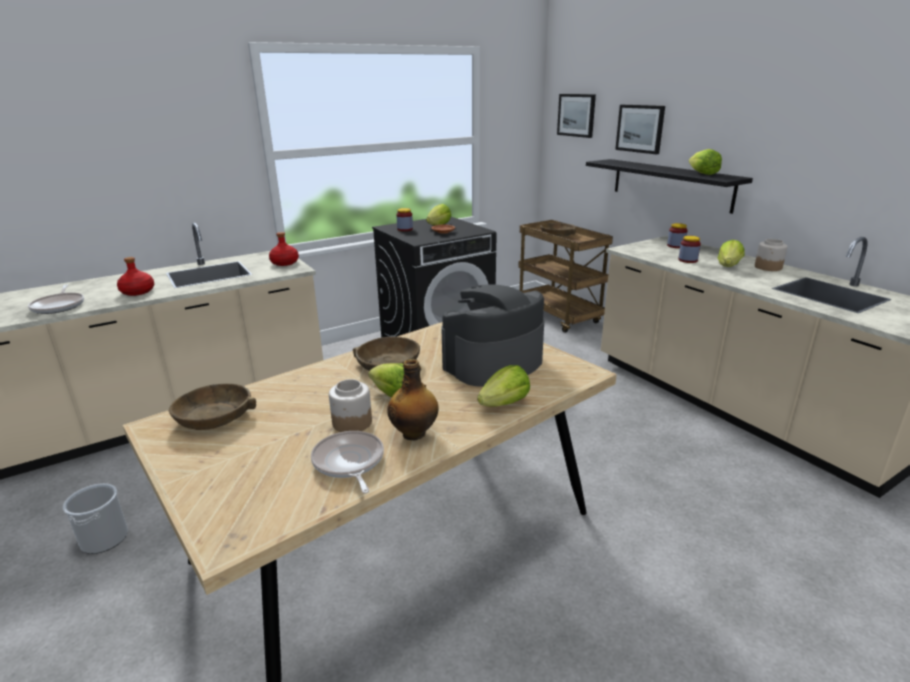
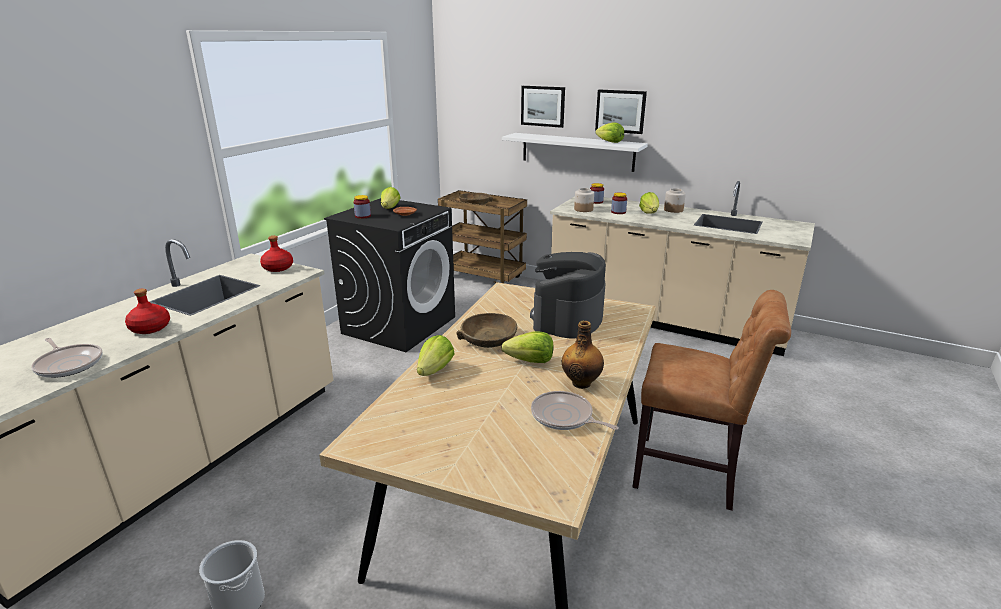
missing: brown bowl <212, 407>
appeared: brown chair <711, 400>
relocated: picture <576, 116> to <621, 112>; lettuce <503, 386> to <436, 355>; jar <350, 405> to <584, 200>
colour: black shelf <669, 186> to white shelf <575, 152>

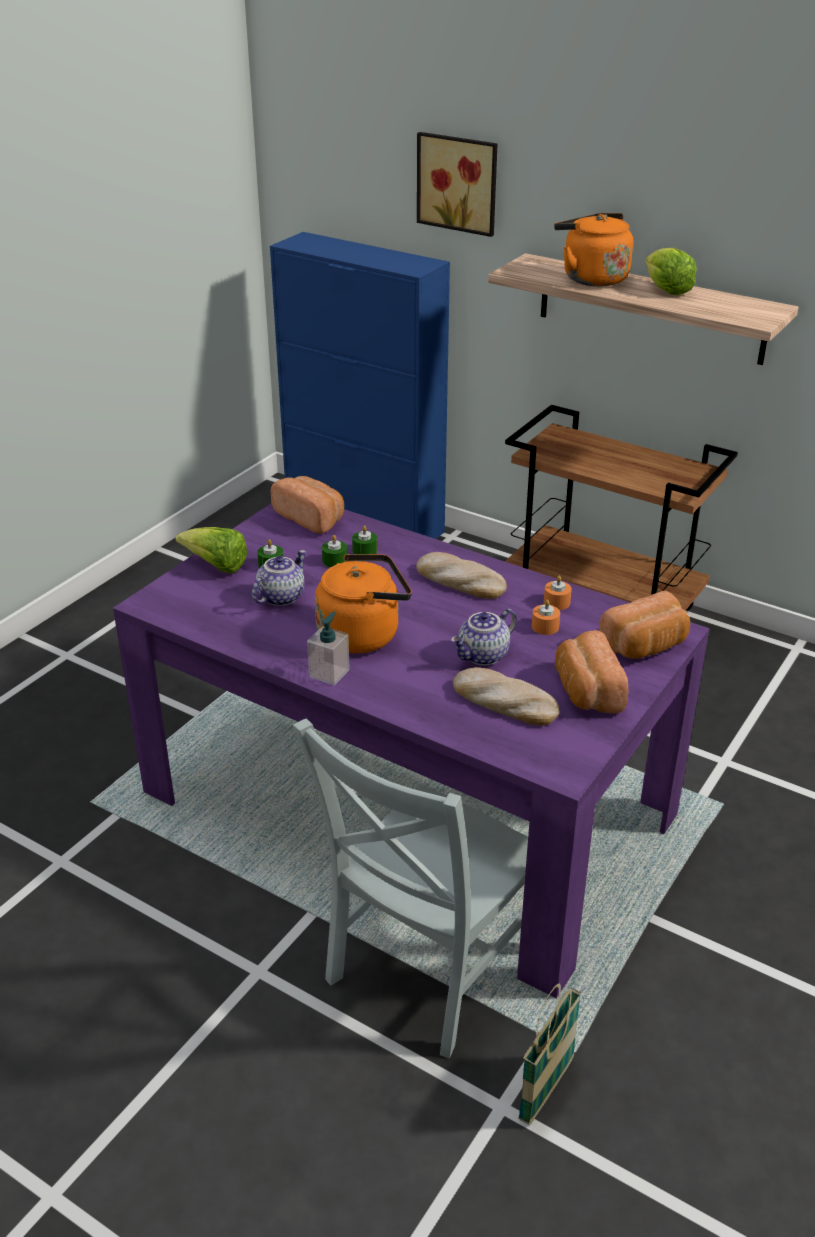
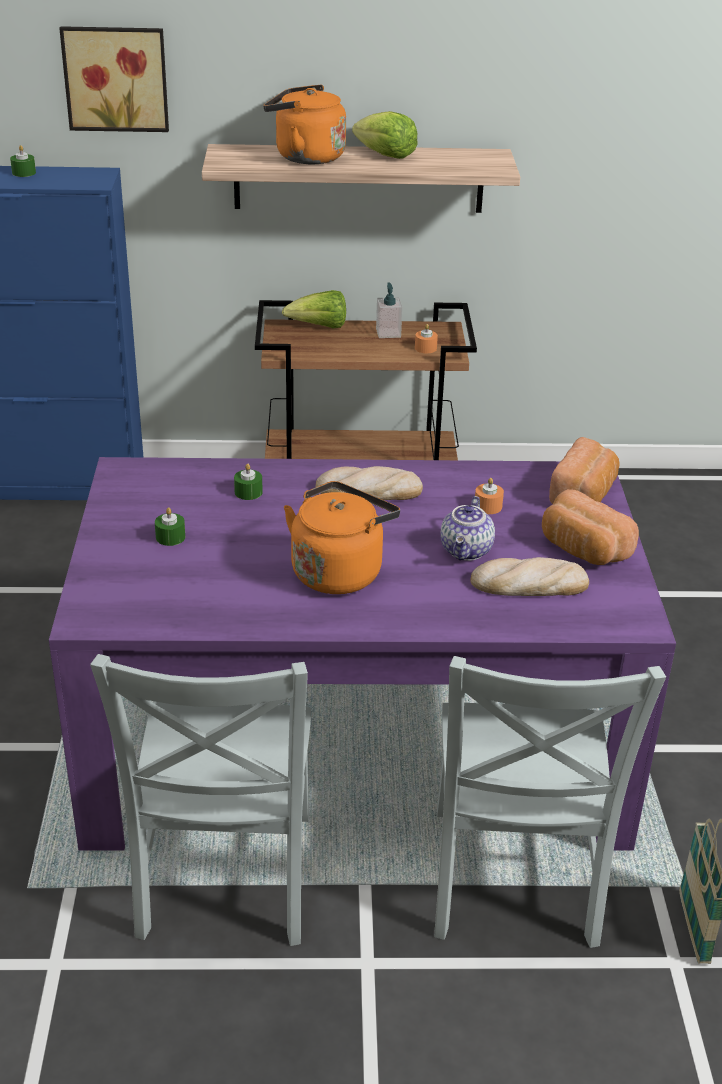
missing: bread <307, 505>; teapot <279, 578>
appeared: grey chair <200, 800>
relocated: lettuce <211, 550> to <314, 309>; green candle <334, 551> to <23, 161>; orange candle <558, 593> to <426, 338>; soap dispenser <328, 649> to <389, 310>

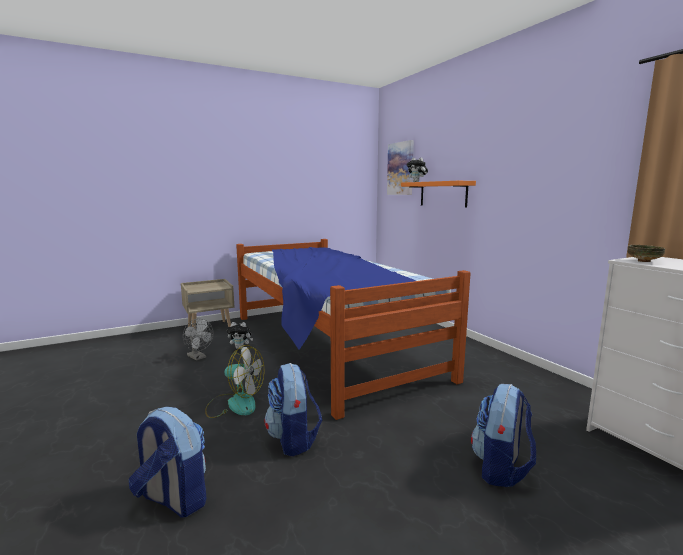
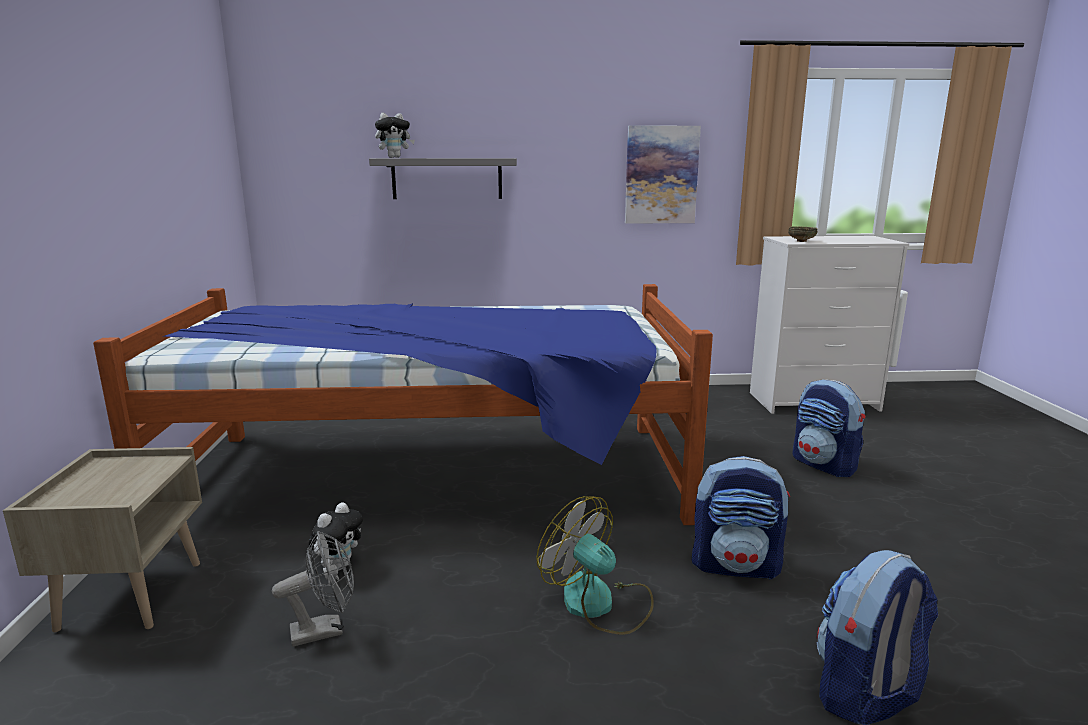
relocated: picture <400, 167> to <663, 175>
colour: orange shelf <438, 194> to grey shelf <443, 178>
spun: fan <235, 381> = <595, 565> 90 degrees counterclockwise

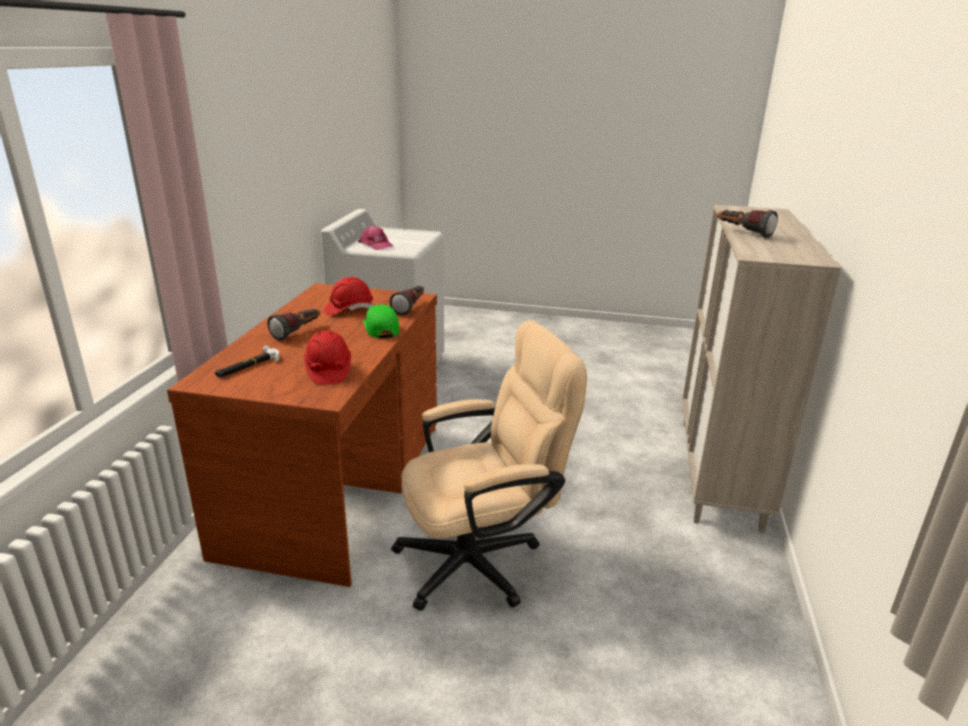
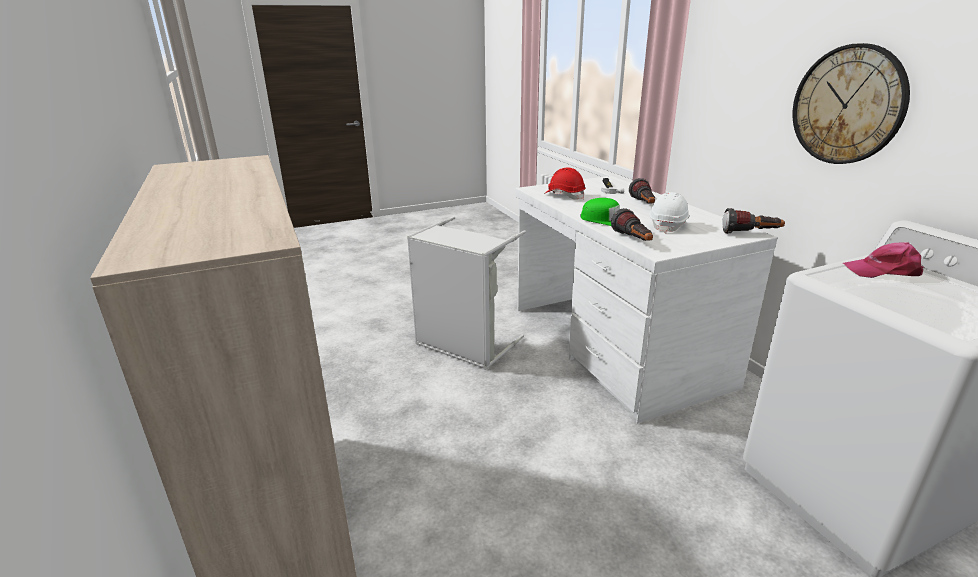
appeared: wall clock <851, 103>
relocated: flashlight <747, 224> to <753, 221>
exchanged: beige office chair <489, 465> to grey laundry basket <466, 293>
colour: red hard hat <348, 296> to white hard hat <669, 212>; brown desk <302, 435> to white desk <647, 299>

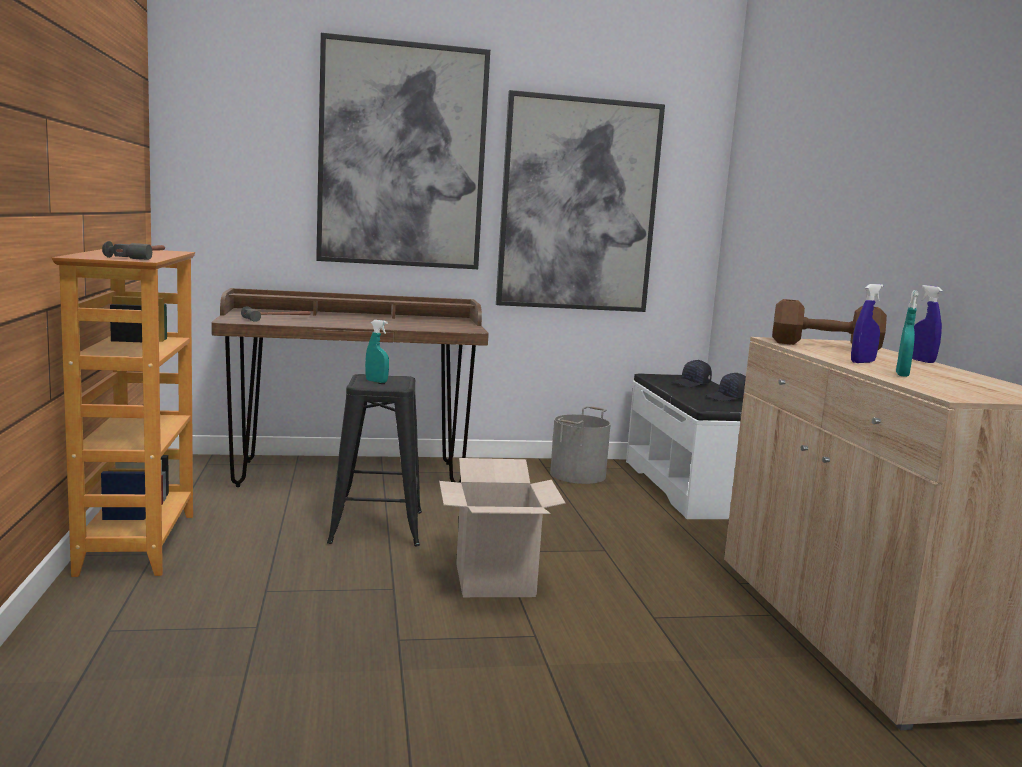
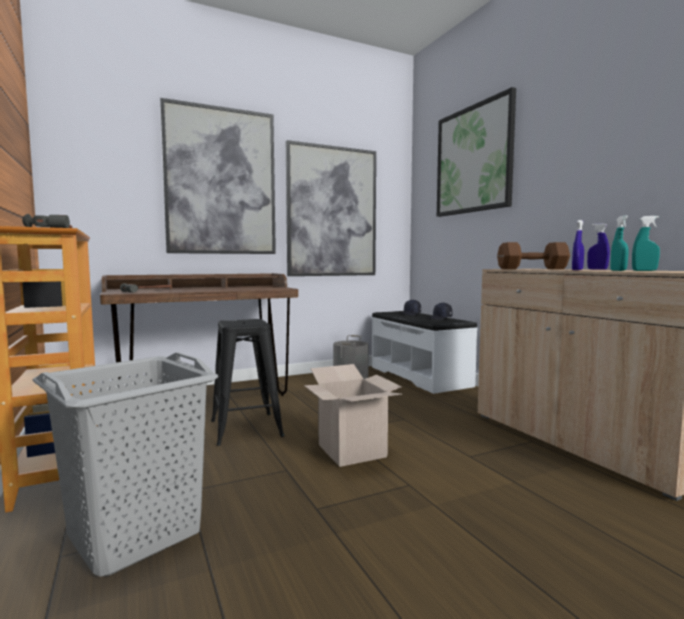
appeared: picture <476, 152>; grey laundry basket <125, 464>
relocated: turquoise spray bottle <377, 351> to <646, 243>

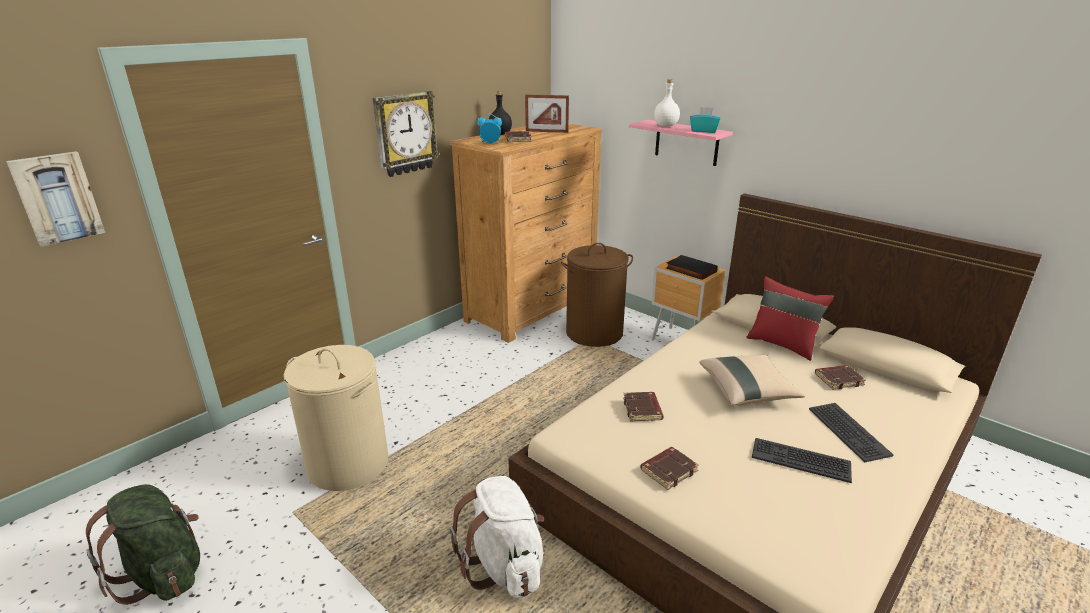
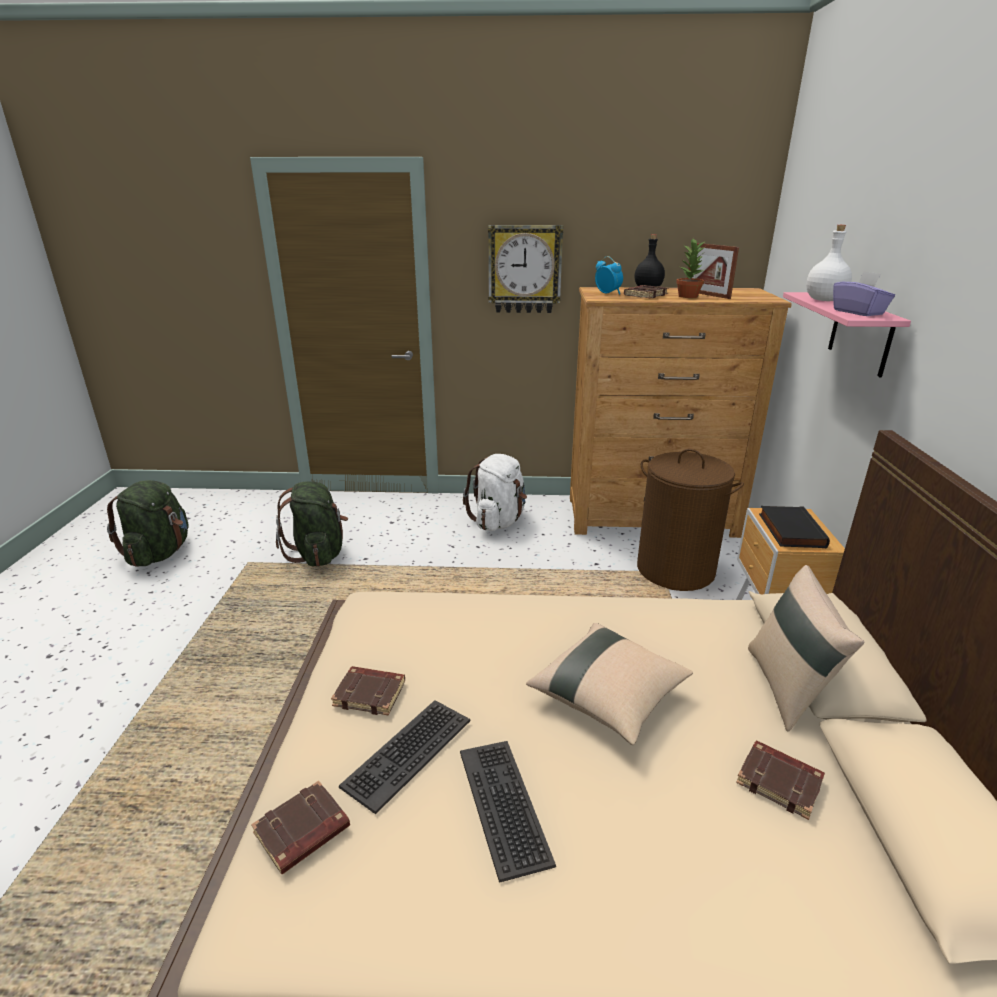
missing: picture <55, 199>
appeared: potted plant <691, 268>
relocated: brown book <643, 406> to <300, 827>; keyboard <851, 432> to <404, 757>; white backpack <497, 537> to <495, 492>
exchanged: beige laundry basket <336, 418> to green backpack <312, 524>
colour: turquoise tissue box <705, 120> to purple tissue box <864, 293>; red pillow <790, 318> to beige pillow <806, 648>

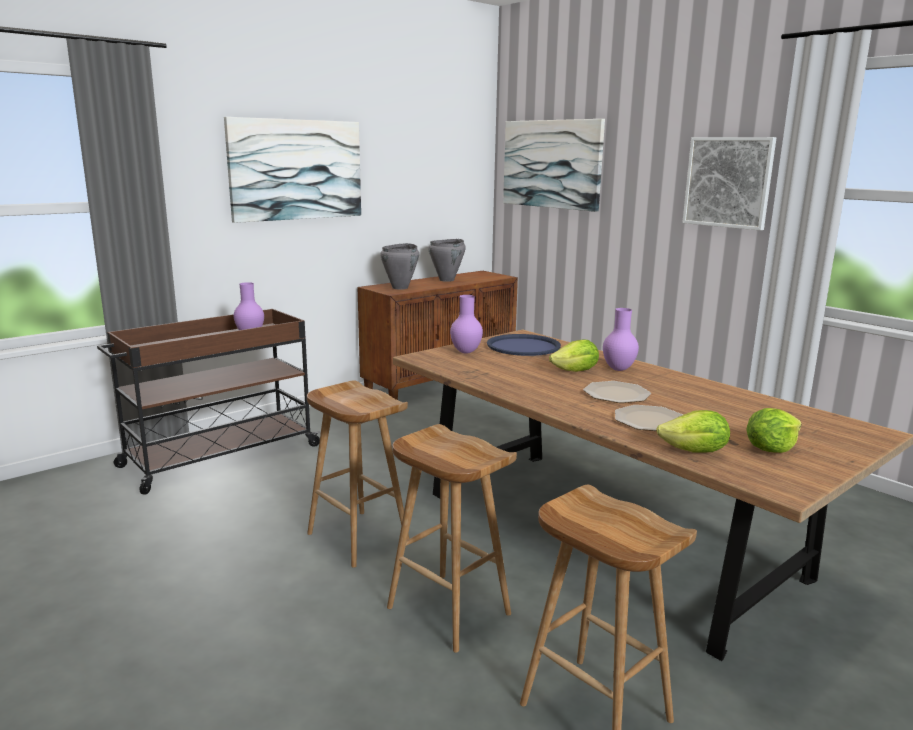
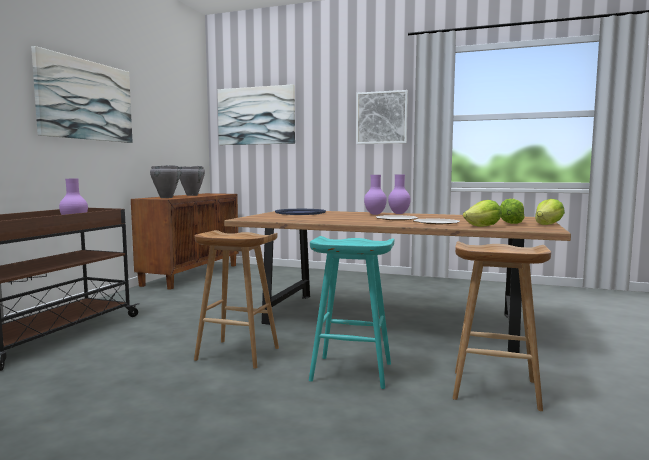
relocated: purple vase <466, 324> to <399, 194>; lettuce <574, 355> to <550, 212>
colour: brown stool <452, 538> to turquoise stool <351, 312>

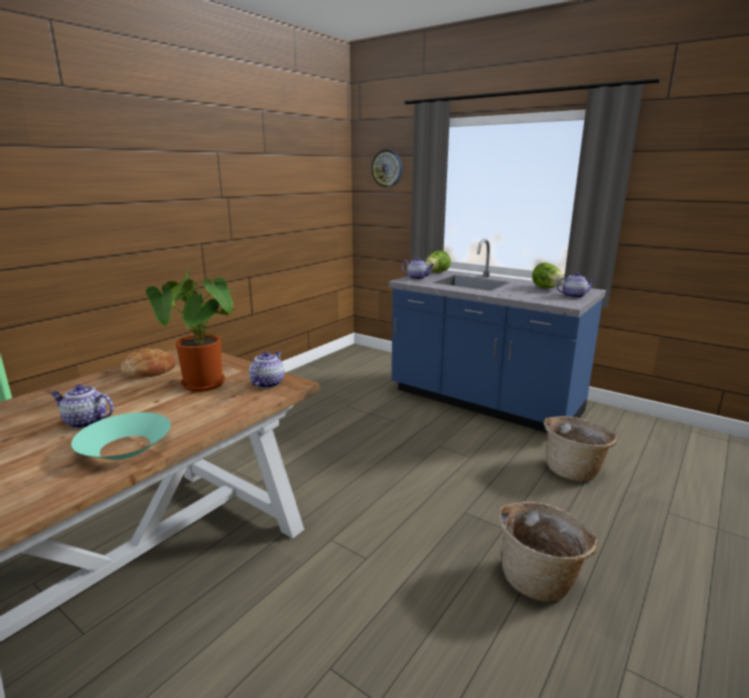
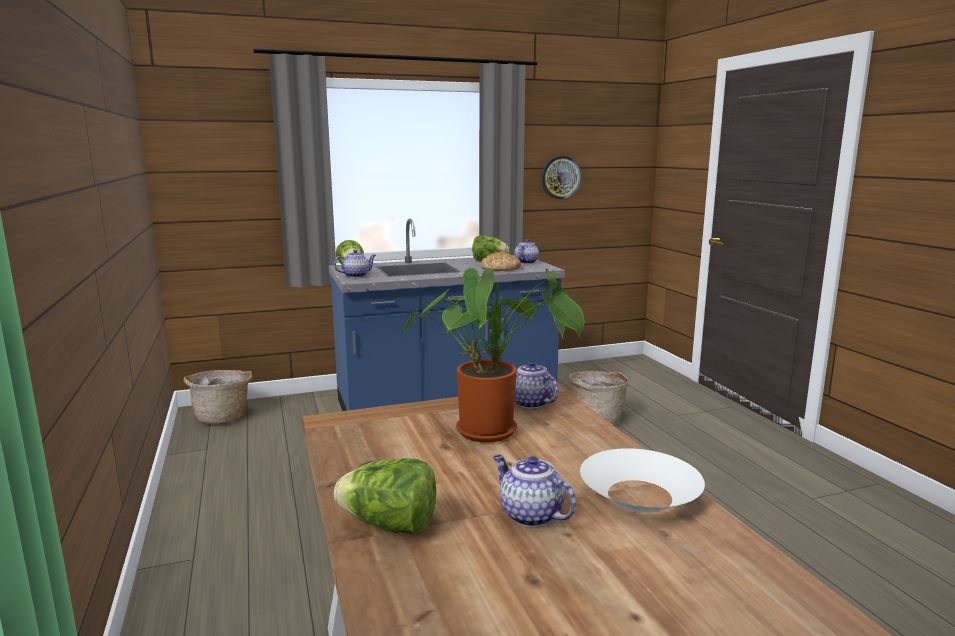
appeared: lettuce <385, 496>
relocated: wall clock <386, 168> to <561, 177>; bread <148, 363> to <501, 261>; basket <548, 552> to <218, 396>
colour: turquoise bowl <121, 436> to white bowl <642, 480>
spun: teapot <82, 407> = <534, 491> 90 degrees clockwise

